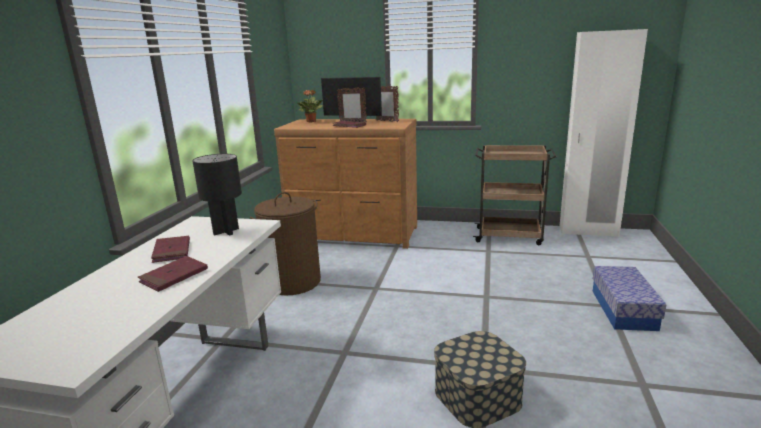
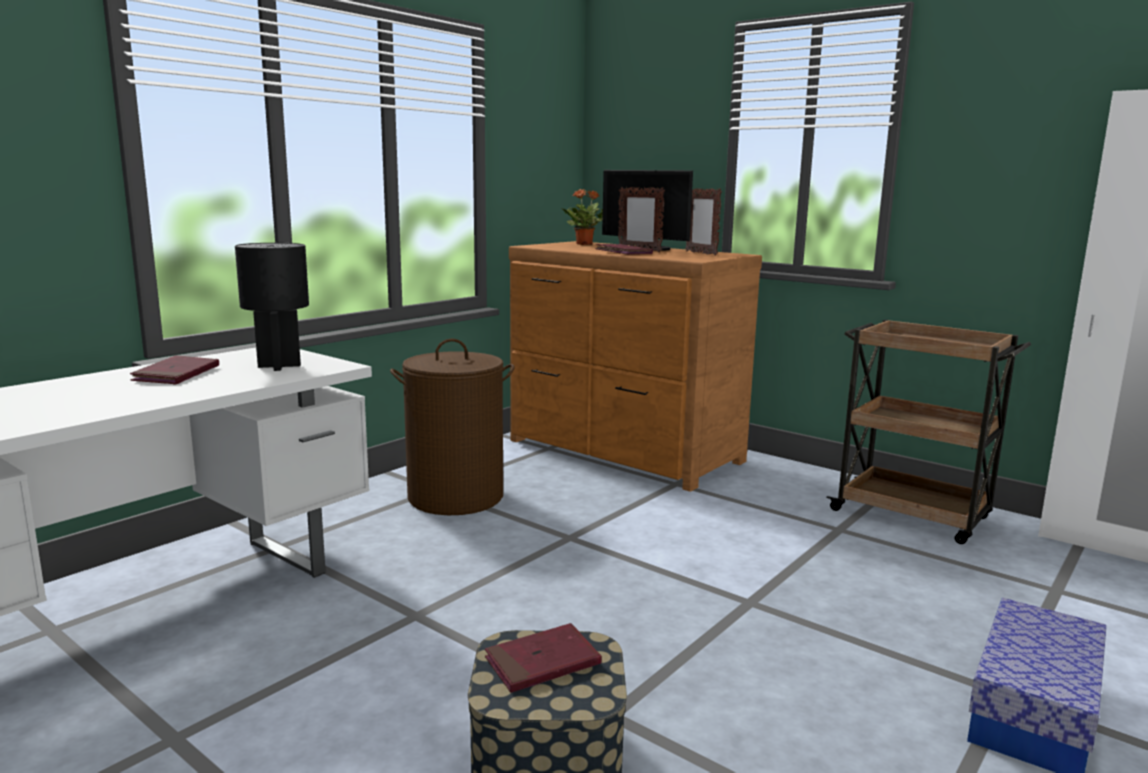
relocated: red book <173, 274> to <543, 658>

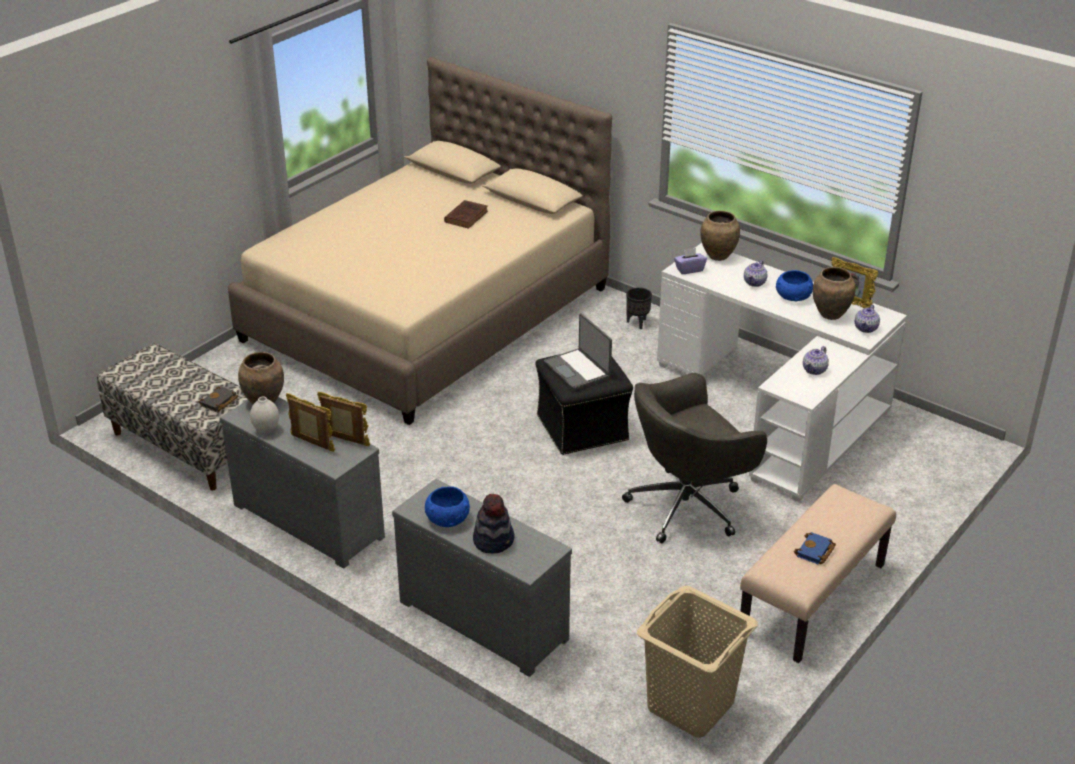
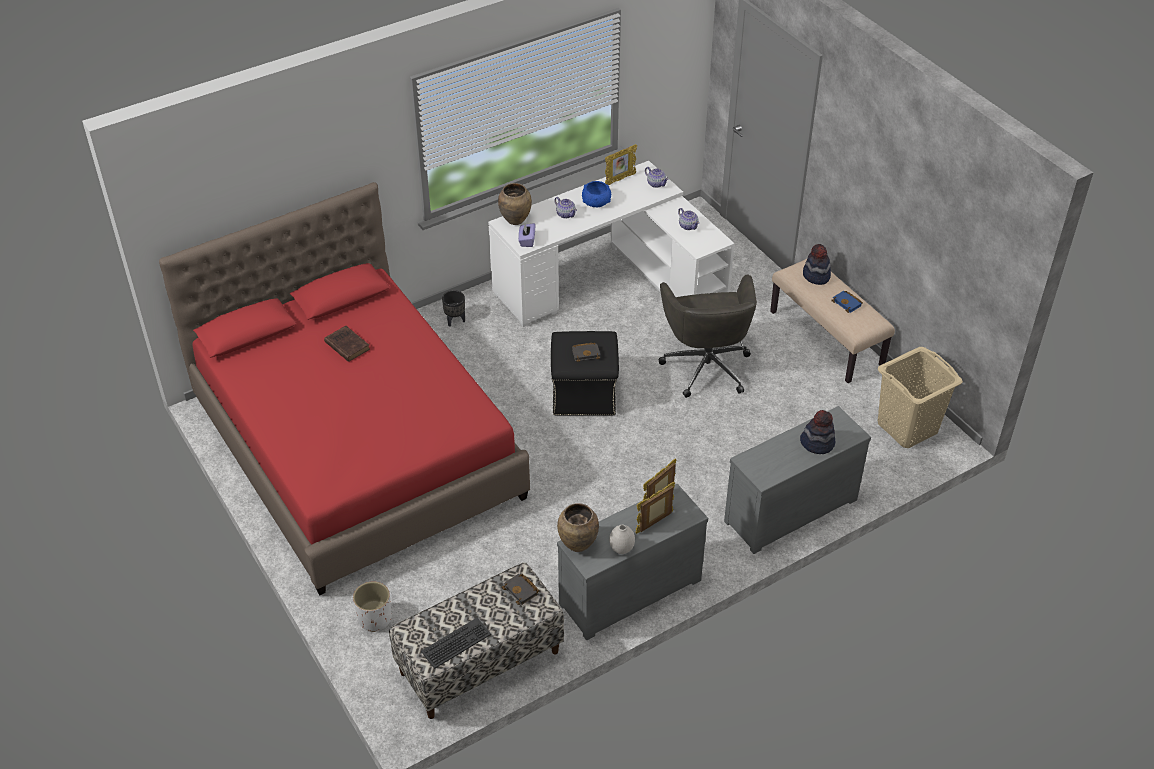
missing: brown vase <834, 293>; blue bowl <447, 506>
appeared: hat <817, 264>; white planter <372, 607>; keyboard <456, 643>
exchanged: laptop <578, 351> to black book <586, 352>
colour: beige bed <420, 241> to red bed <344, 388>

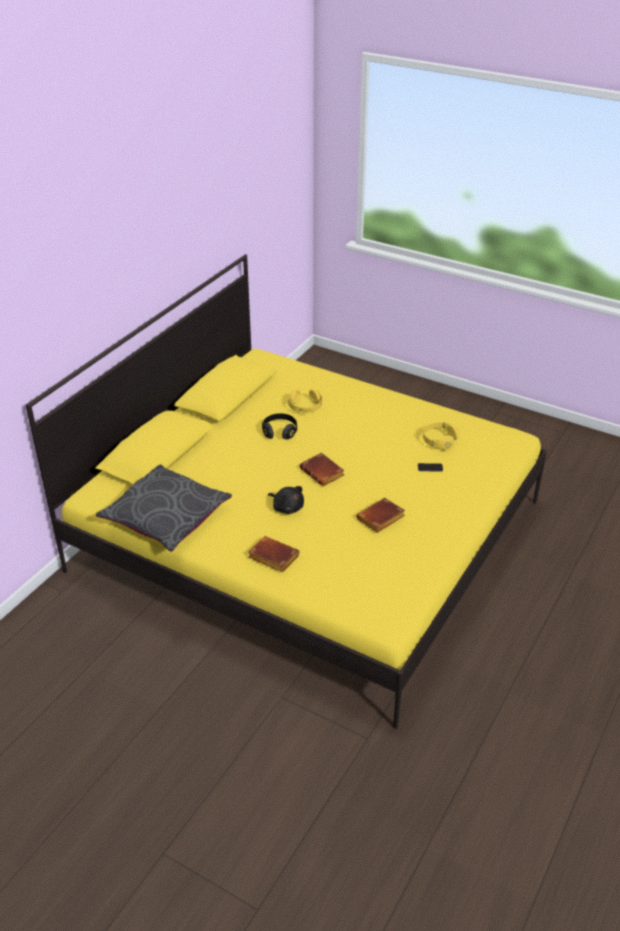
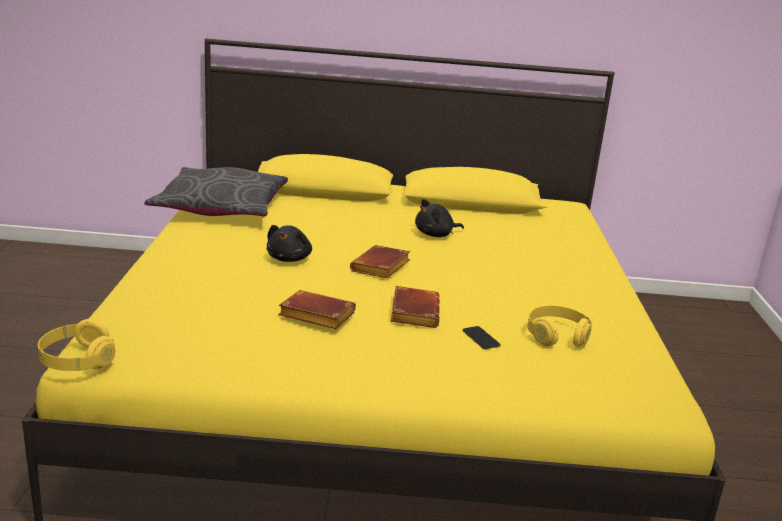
relocated: yellow headphones <305, 401> to <76, 345>; brown book <274, 554> to <415, 307>
exchanged: black headphones <279, 426> to black plush toy <439, 218>

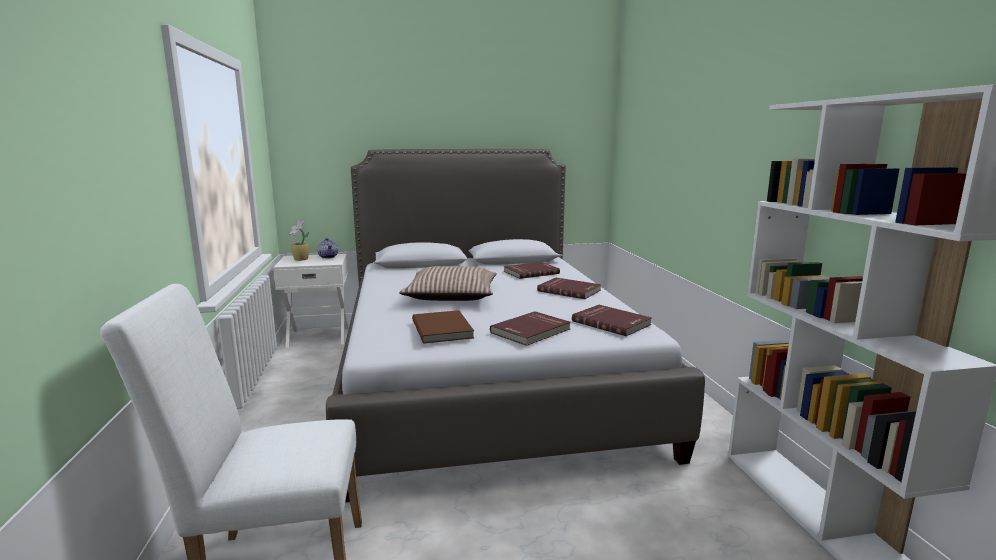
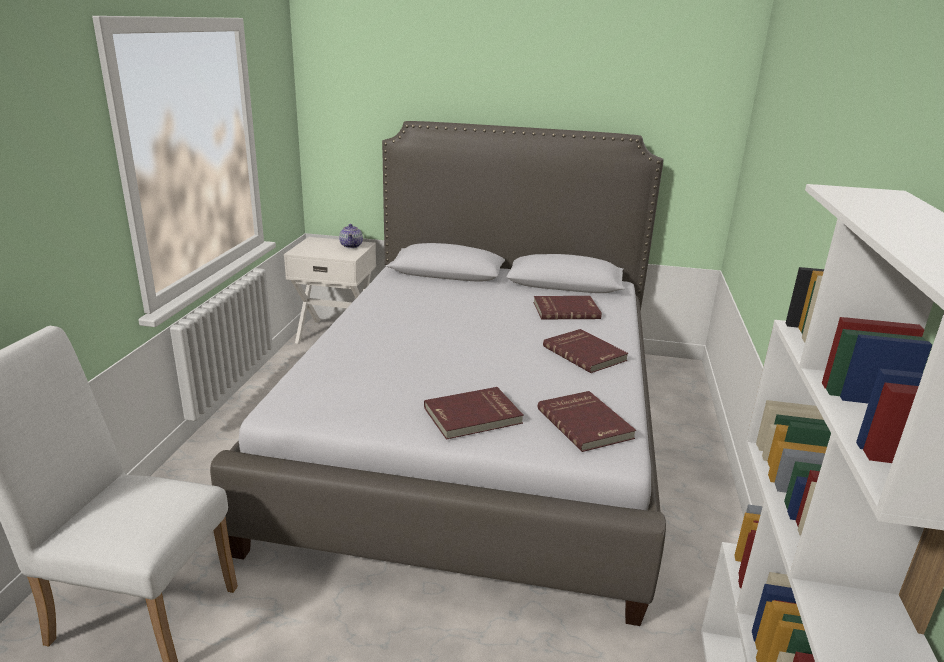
missing: potted plant <299, 240>; pillow <448, 283>; brown book <443, 326>

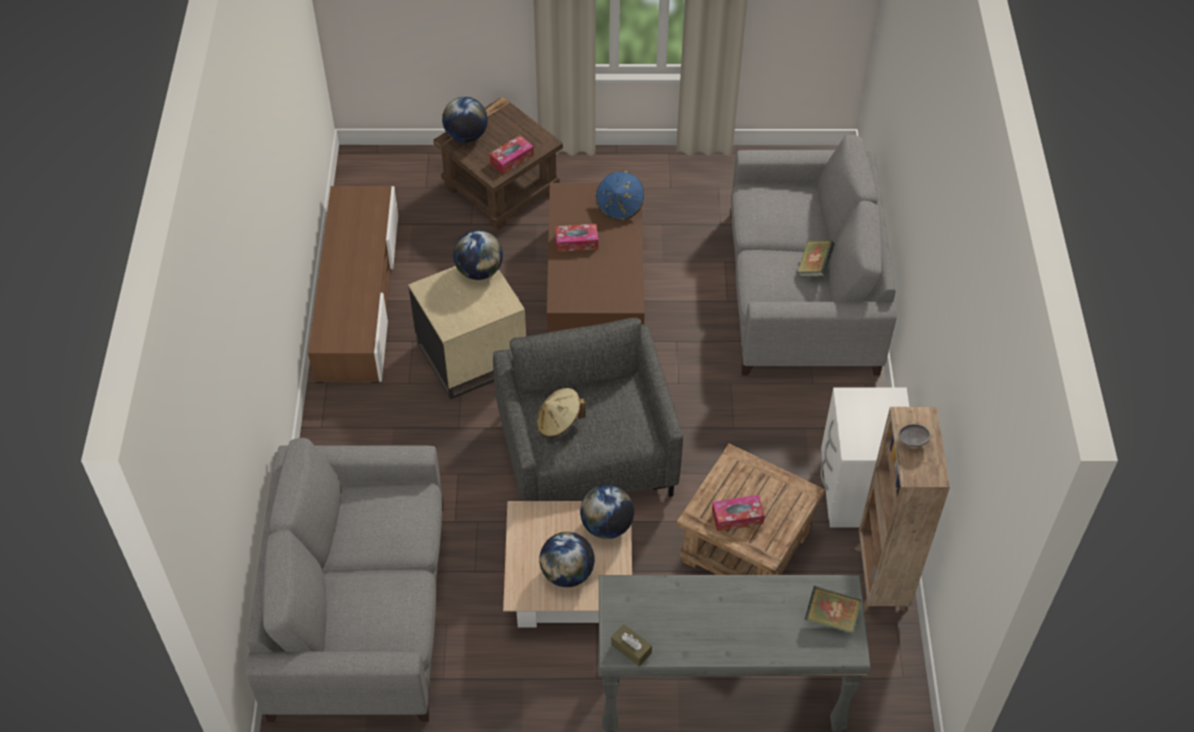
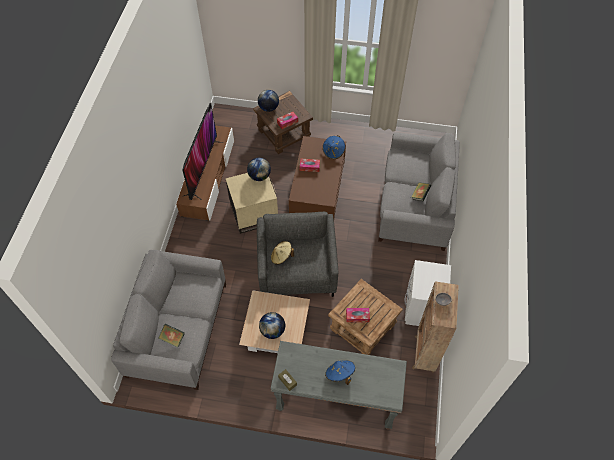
missing: globe <607, 512>
appeared: television <203, 151>; blue hat <340, 372>
relocated: book <833, 609> to <171, 335>

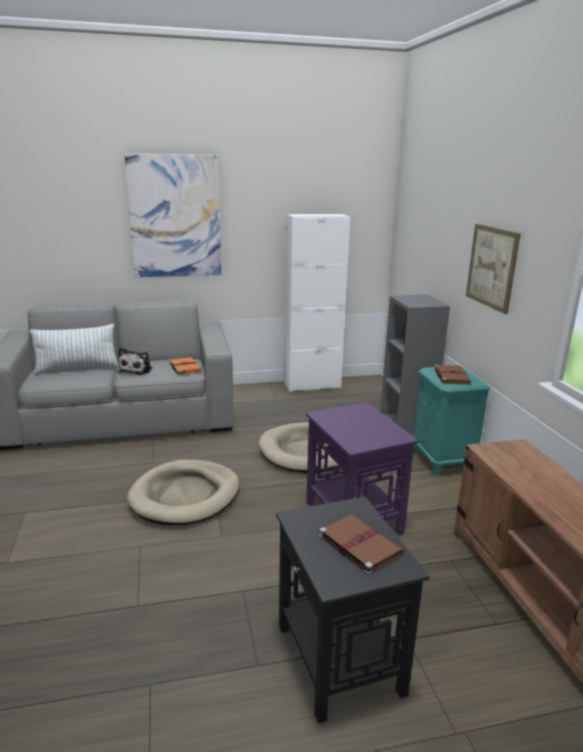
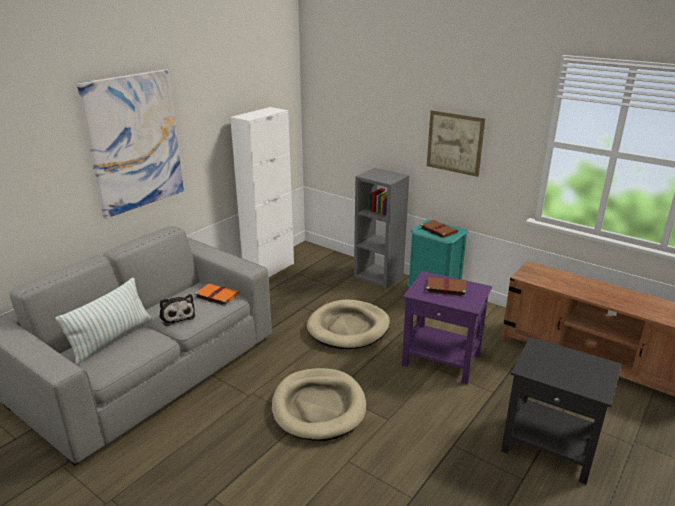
relocated: brown book <361, 544> to <444, 287>

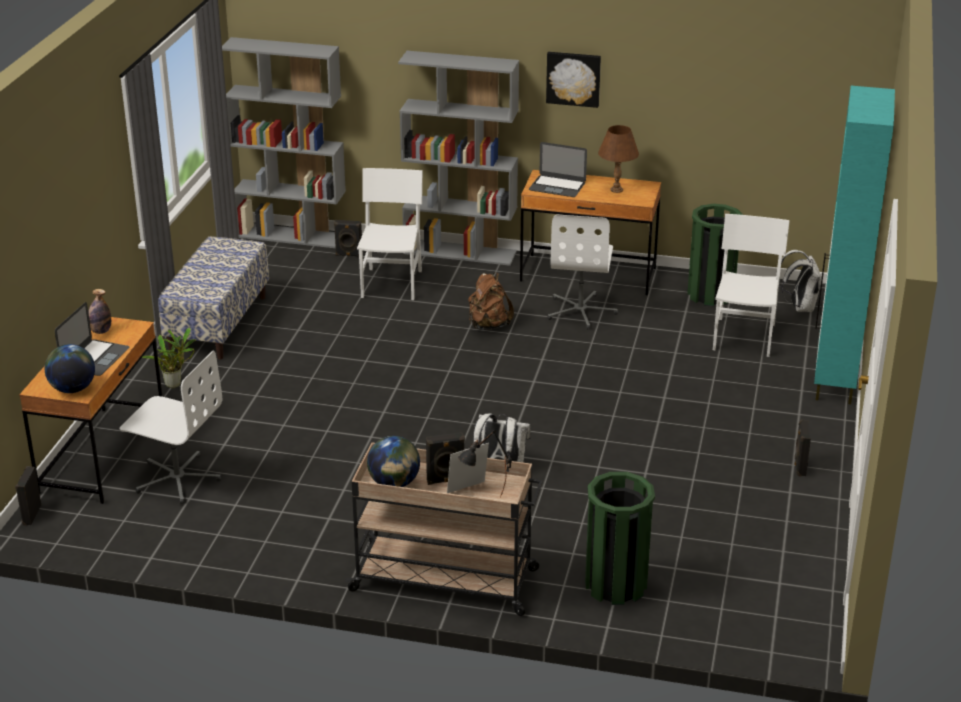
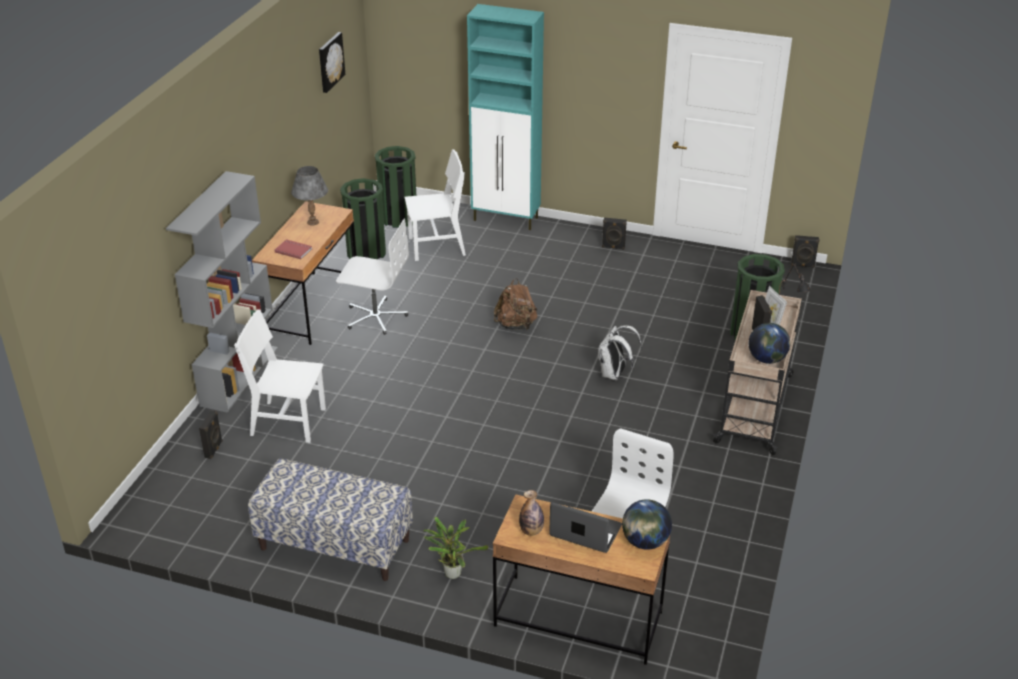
missing: grey bookcase <284, 142>
relocated: picture <573, 80> to <332, 62>; brown backpack <491, 301> to <515, 304>; black speaker <28, 496> to <805, 251>
exchanged: laptop <558, 169> to red book <293, 249>; white backpack <798, 281> to green trash can <395, 187>
colour: brown table lamp <618, 159> to grey table lamp <309, 196>
spun: white chair <751, 285> = <435, 205> 150 degrees clockwise

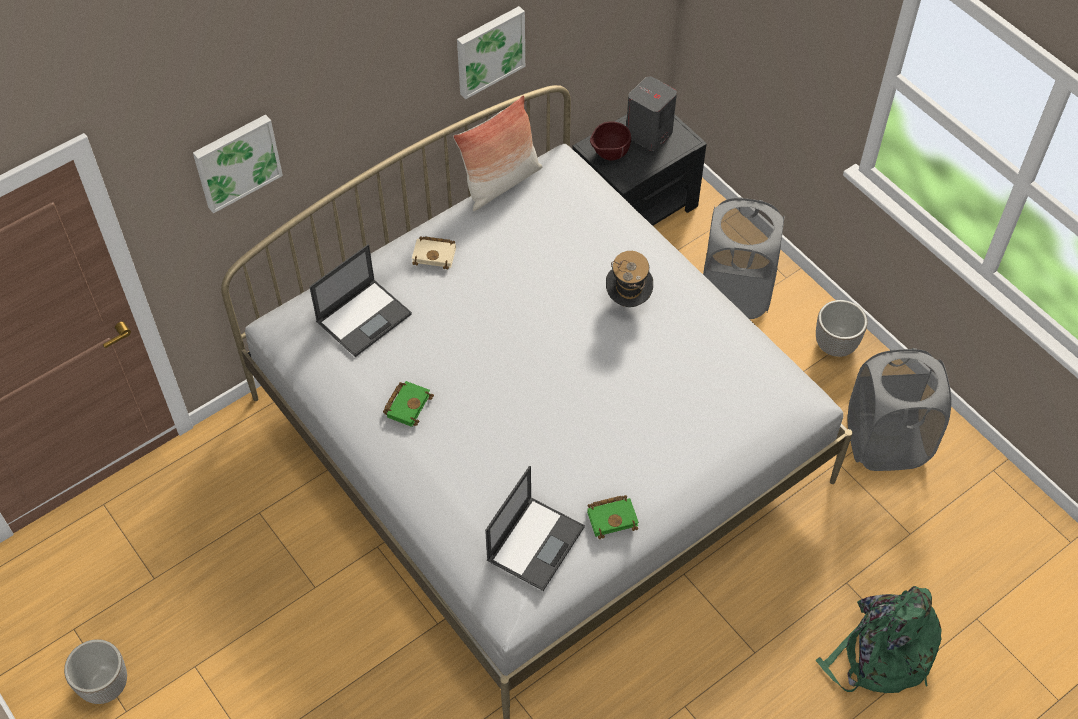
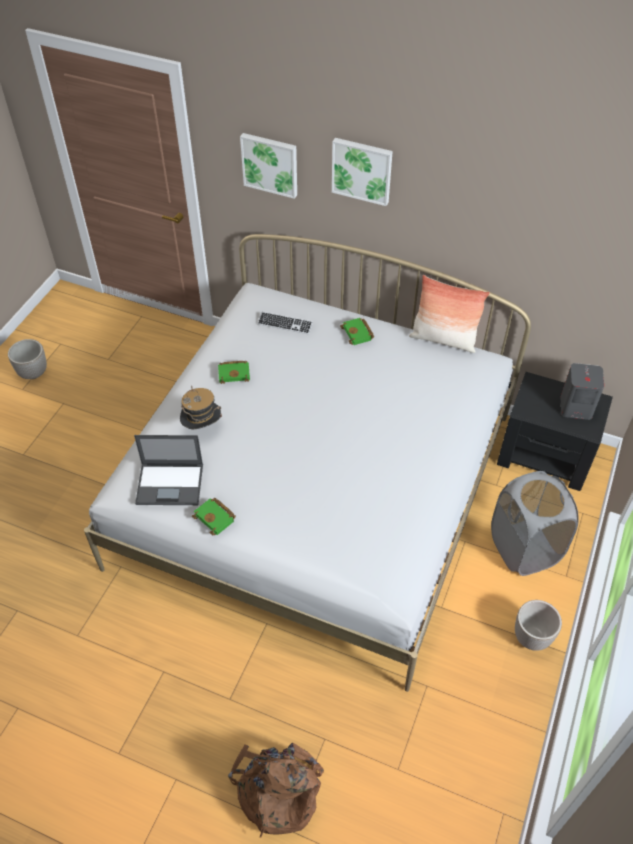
missing: brown bowl <610, 140>; grey laundry basket <900, 409>
relocated: picture <491, 52> to <362, 172>; hat <629, 279> to <201, 408>
exchanged: laptop <360, 300> to keyboard <285, 323>
colour: beige book <434, 253> to green book <357, 331>; green backpack <879, 639> to brown backpack <276, 790>

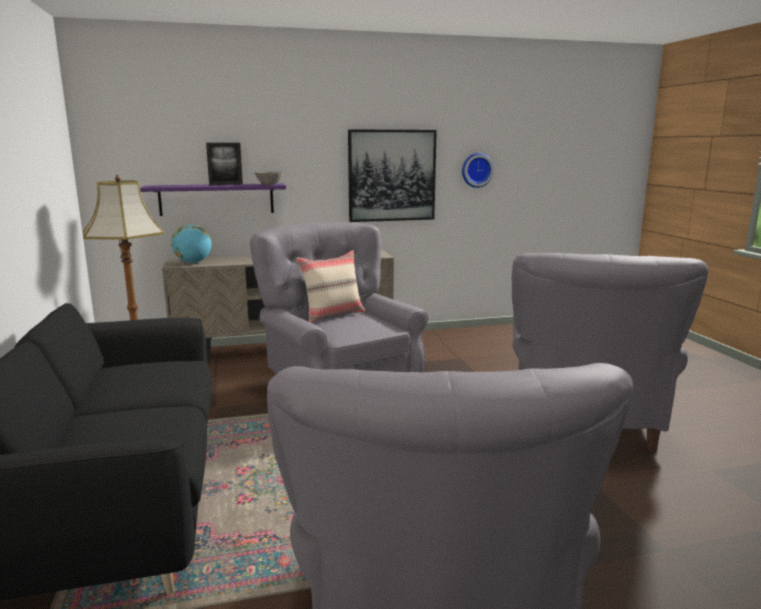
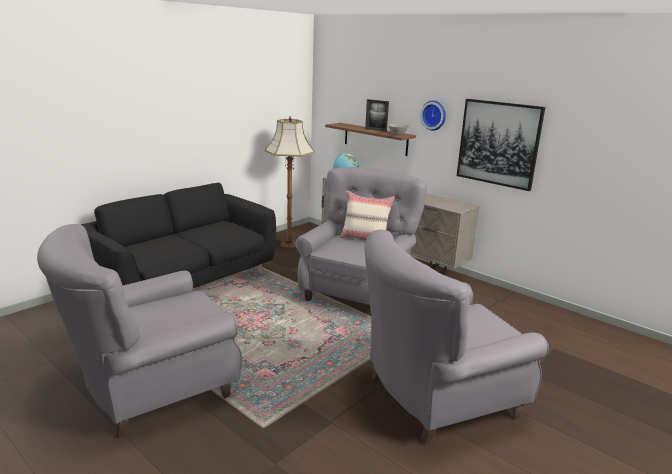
relocated: wall clock <478, 170> to <433, 115>
colour: purple shelf <213, 199> to brown shelf <370, 139>

